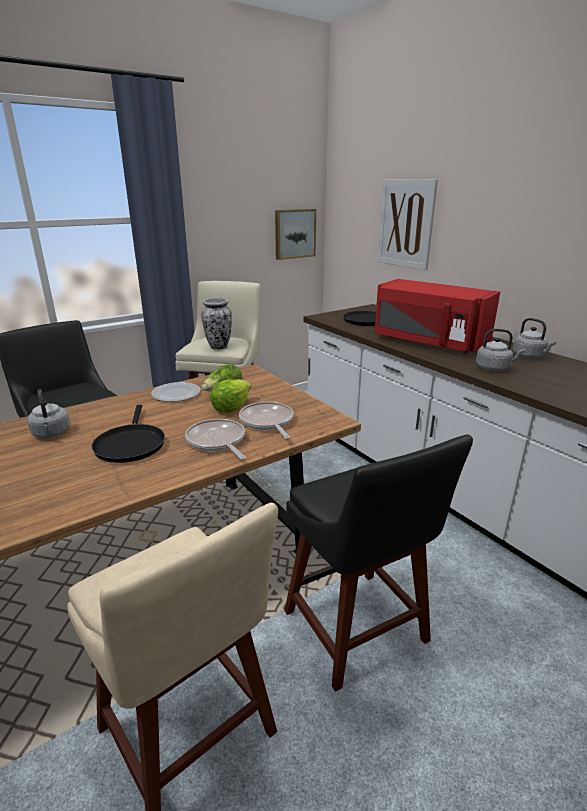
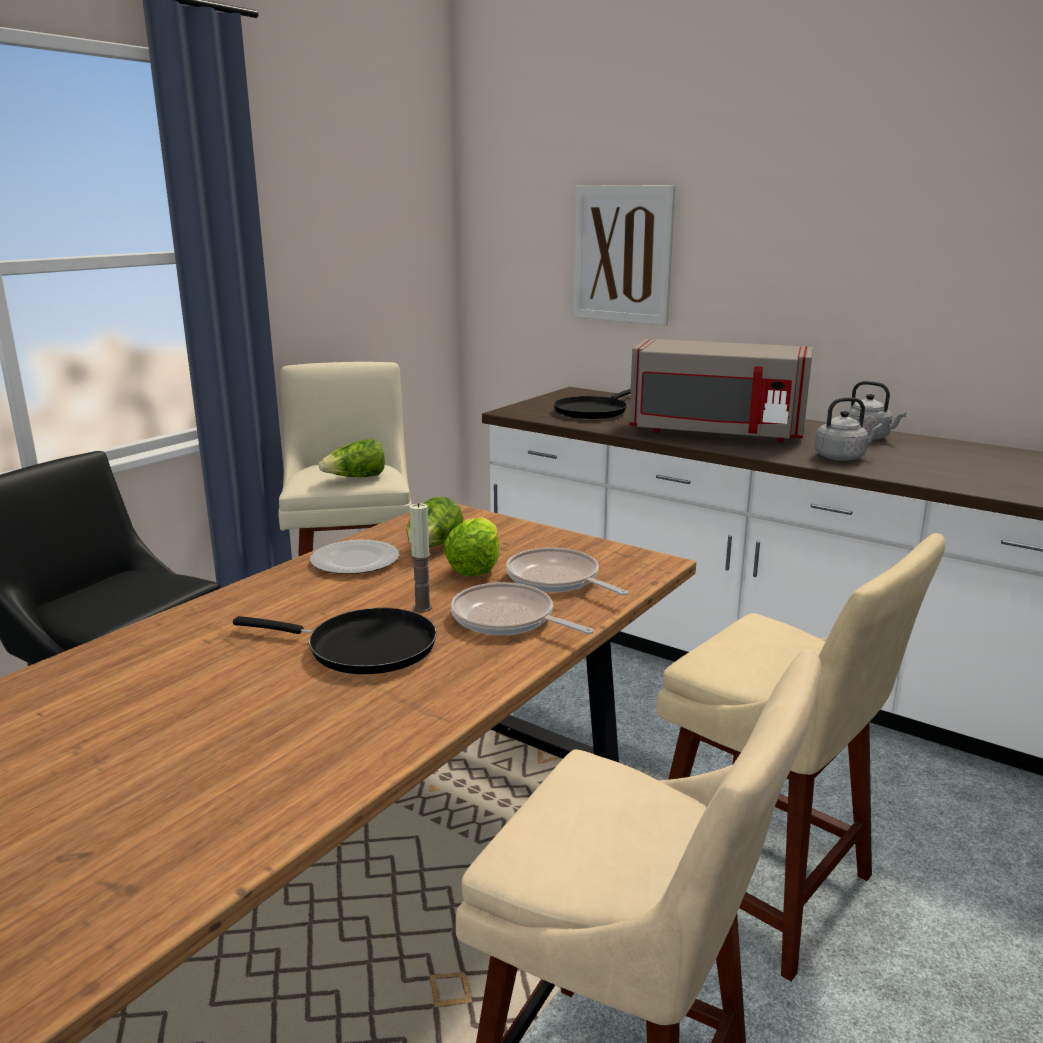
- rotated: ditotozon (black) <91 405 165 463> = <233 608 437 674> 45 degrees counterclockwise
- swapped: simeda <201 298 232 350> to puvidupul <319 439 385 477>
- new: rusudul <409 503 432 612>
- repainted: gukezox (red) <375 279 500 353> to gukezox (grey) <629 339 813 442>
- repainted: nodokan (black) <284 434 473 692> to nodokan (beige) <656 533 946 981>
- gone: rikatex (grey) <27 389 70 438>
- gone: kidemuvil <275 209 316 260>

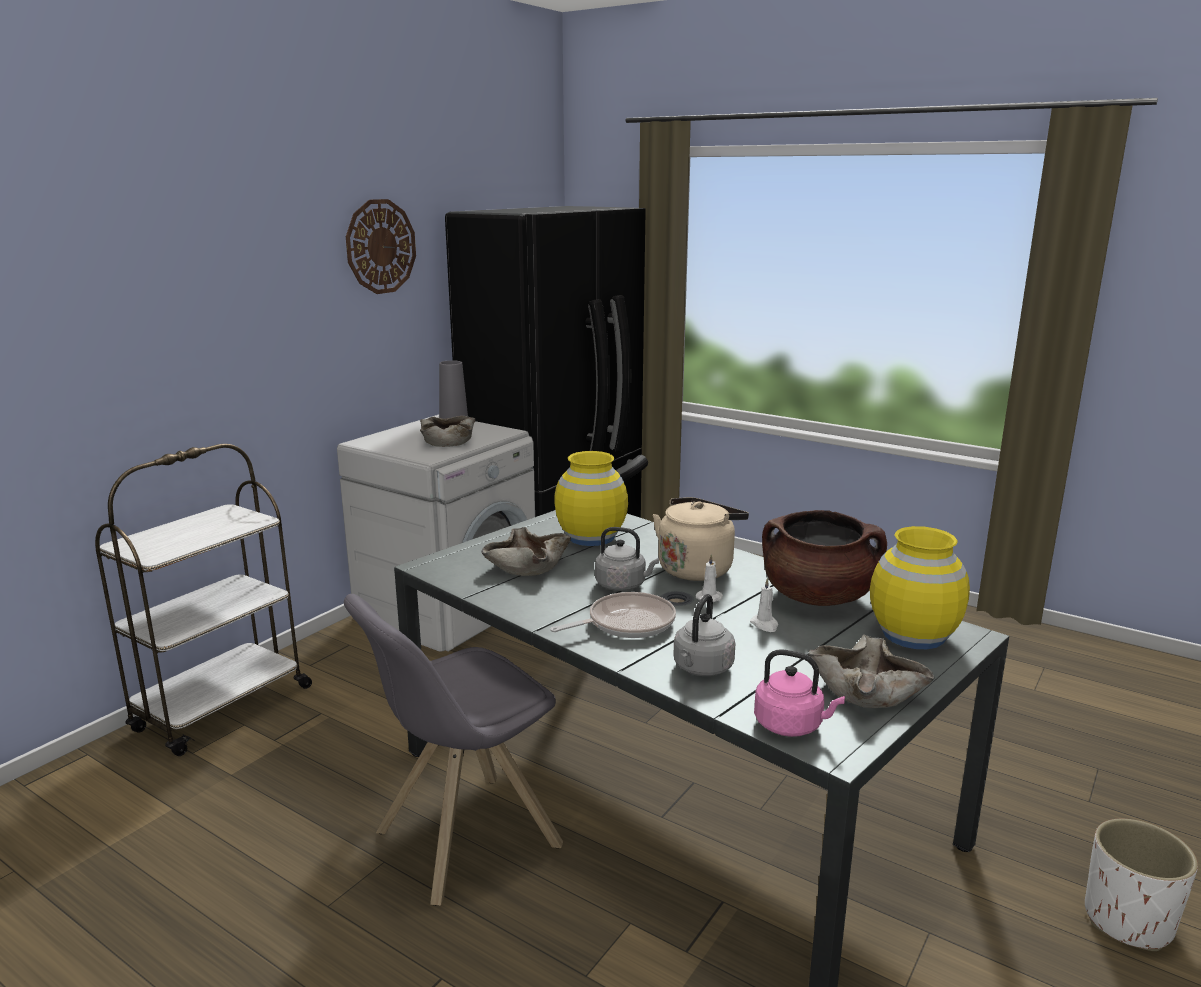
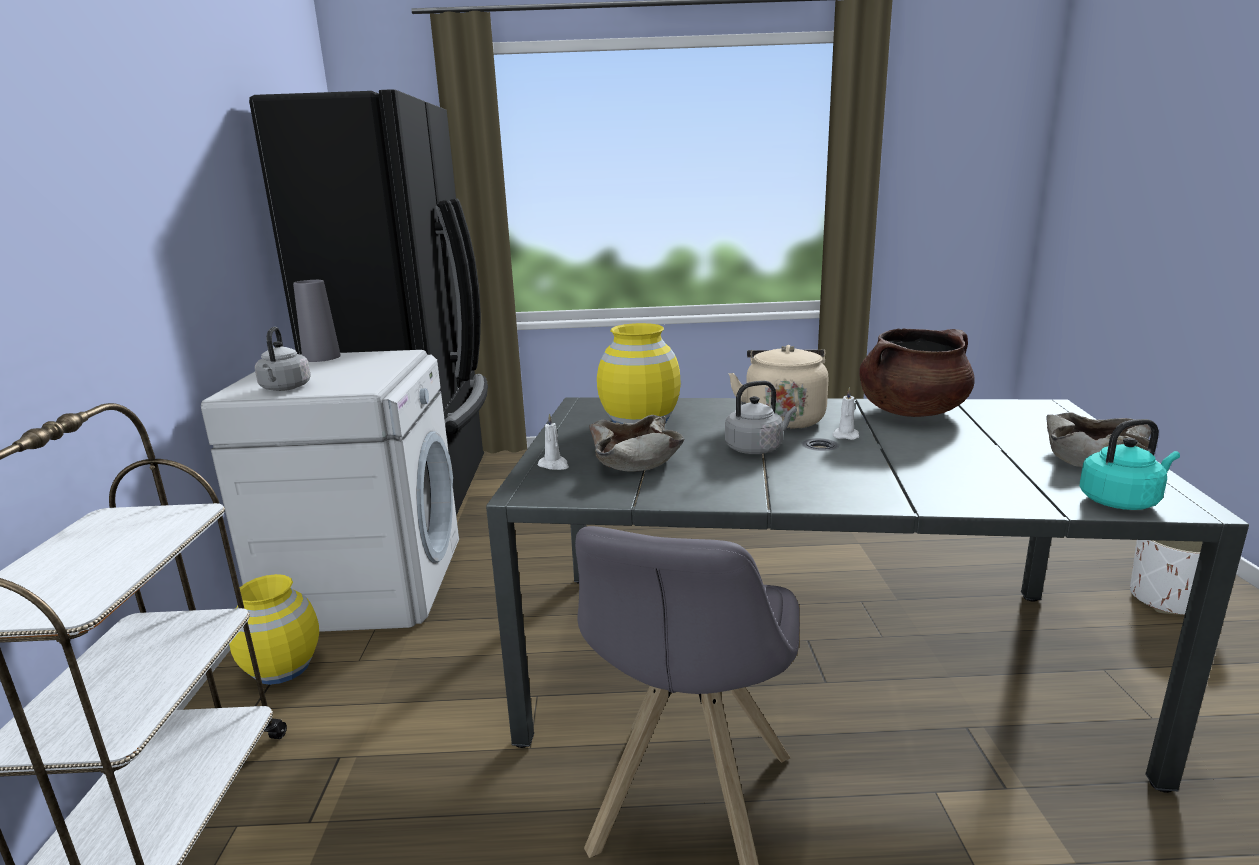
- shifted: simeda (yellow) <870 526 970 649> to <229 574 319 685>
- shifted: rikatex (grey) <674 594 736 676> to <255 327 311 391>
- shifted: rusudul (white) <750 578 778 632> to <538 413 569 470>
- repainted: rikatex (pink) <754 649 845 737> to rikatex (turquoise) <1080 419 1180 510>
- gone: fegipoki <346 199 416 294>
- gone: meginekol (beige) <420 416 476 447>
- gone: ditotozon <550 592 676 638>

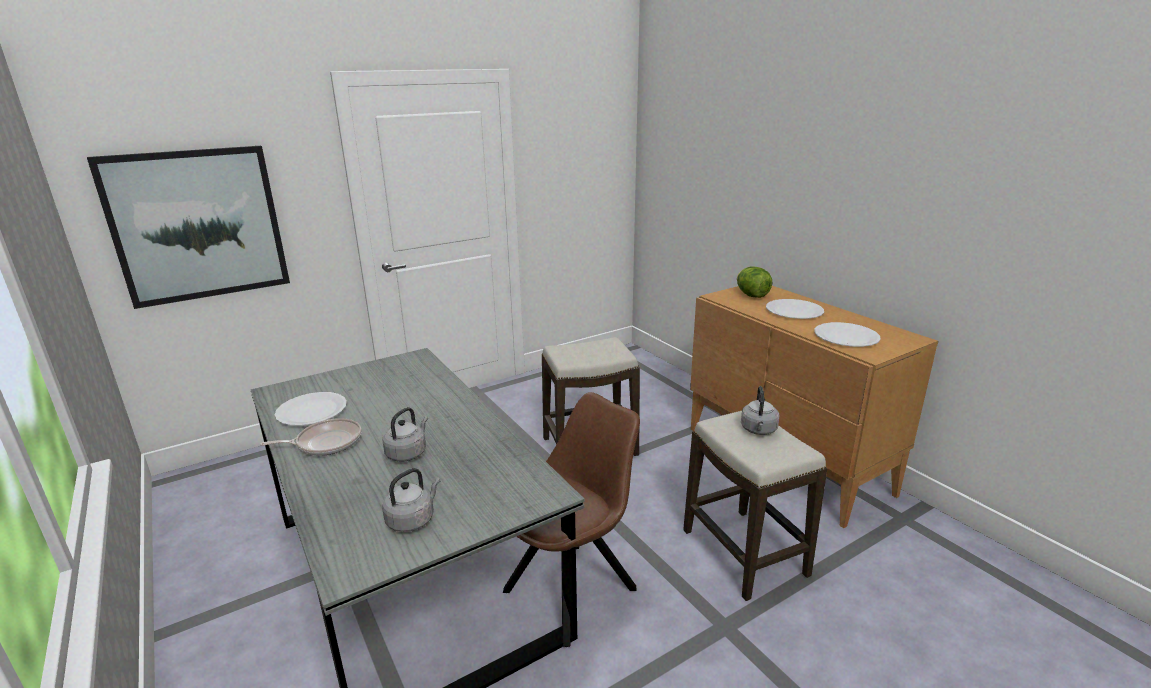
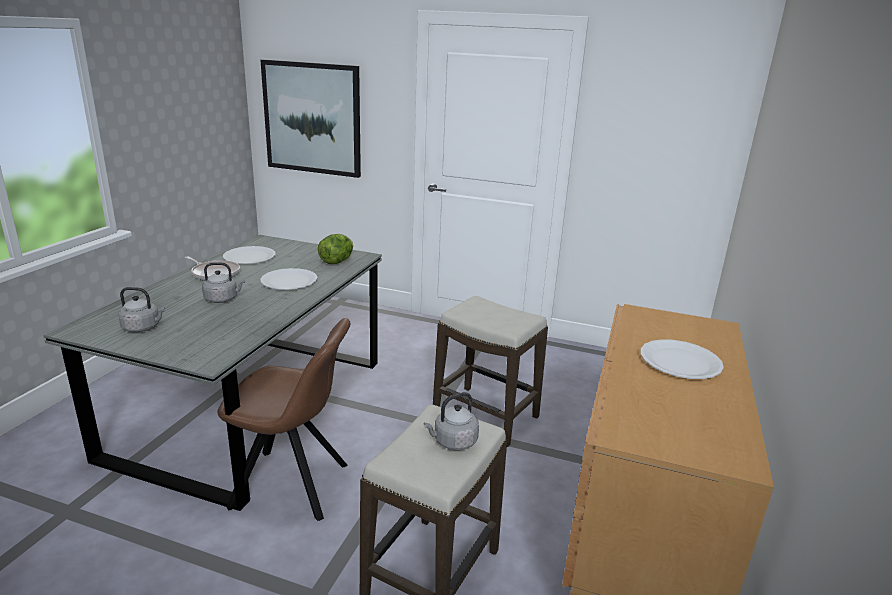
- shifted: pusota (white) <814 322 881 347> to <260 268 318 290>
- shifted: puvidupul <737 266 772 298> to <318 234 353 264>

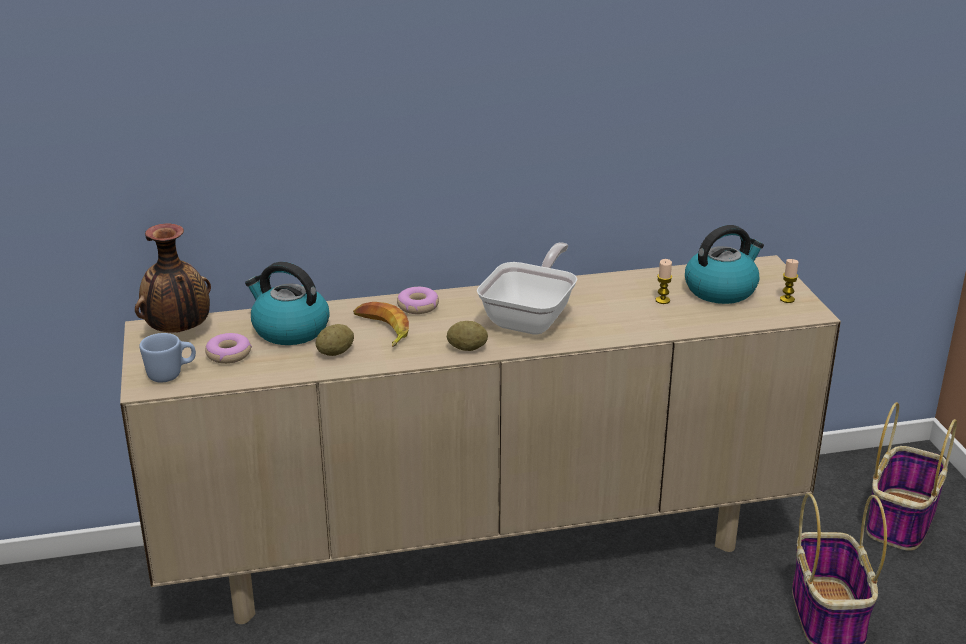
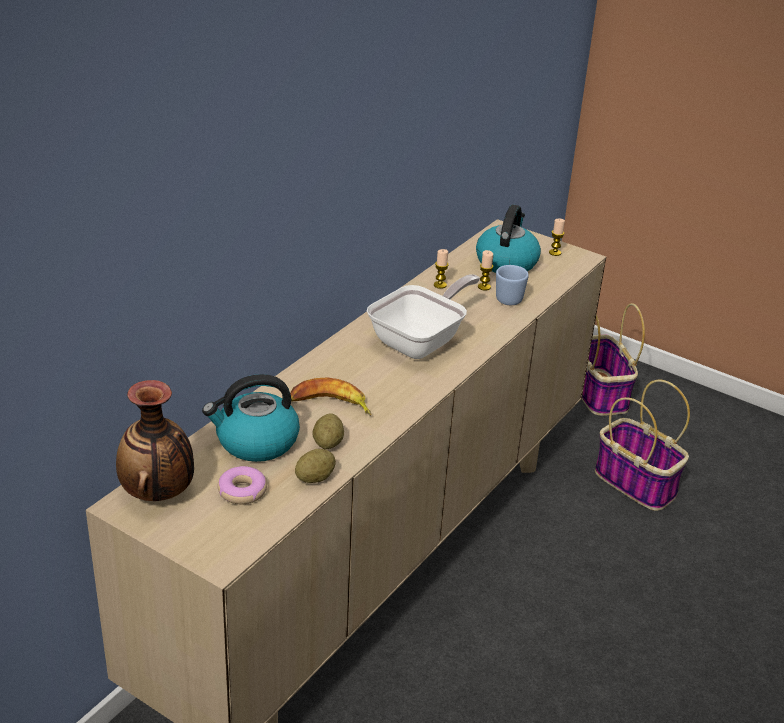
- shifted: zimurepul <447 321 488 351> to <295 449 336 483>
- rotated: ditotozon <477 242 577 335> = <367 274 480 359> 60 degrees clockwise
- new: rusudul <434 249 449 289>
- shifted: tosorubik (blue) <139 333 196 382> to <496 265 529 305>
- gone: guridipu <397 287 439 314>

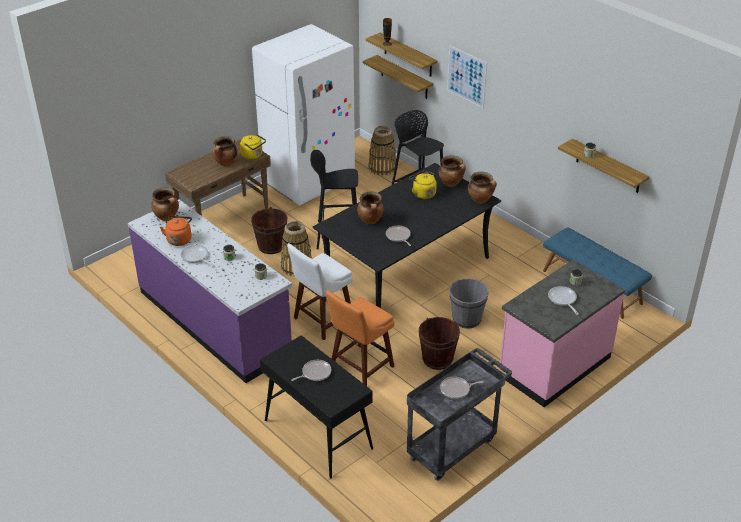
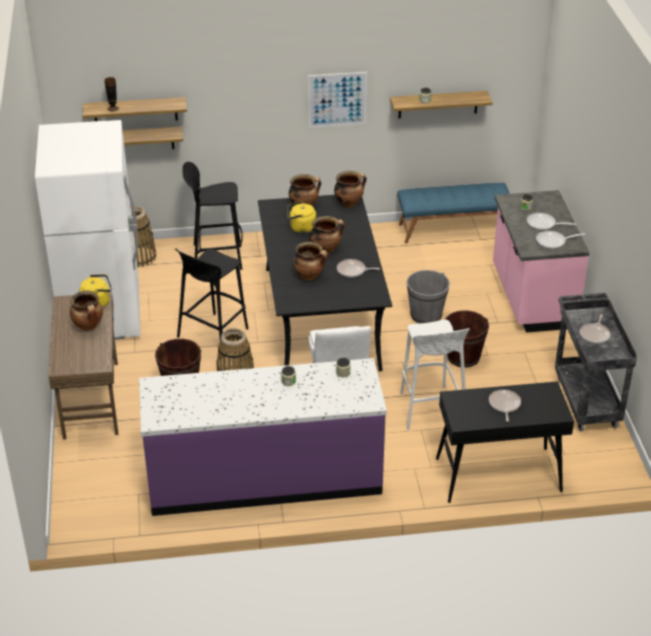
- shifted: kidemuvil <447 45 487 108> to <308 72 367 128>
- shifted: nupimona <151 187 179 221> to <310 216 344 254>
- swapped: nodokan (orange) <326 290 395 386> to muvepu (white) <400 320 470 430>
- shifted: ditotozon <180 245 214 266> to <536 231 585 249>
- gone: rikatex (orange) <160 216 192 246>

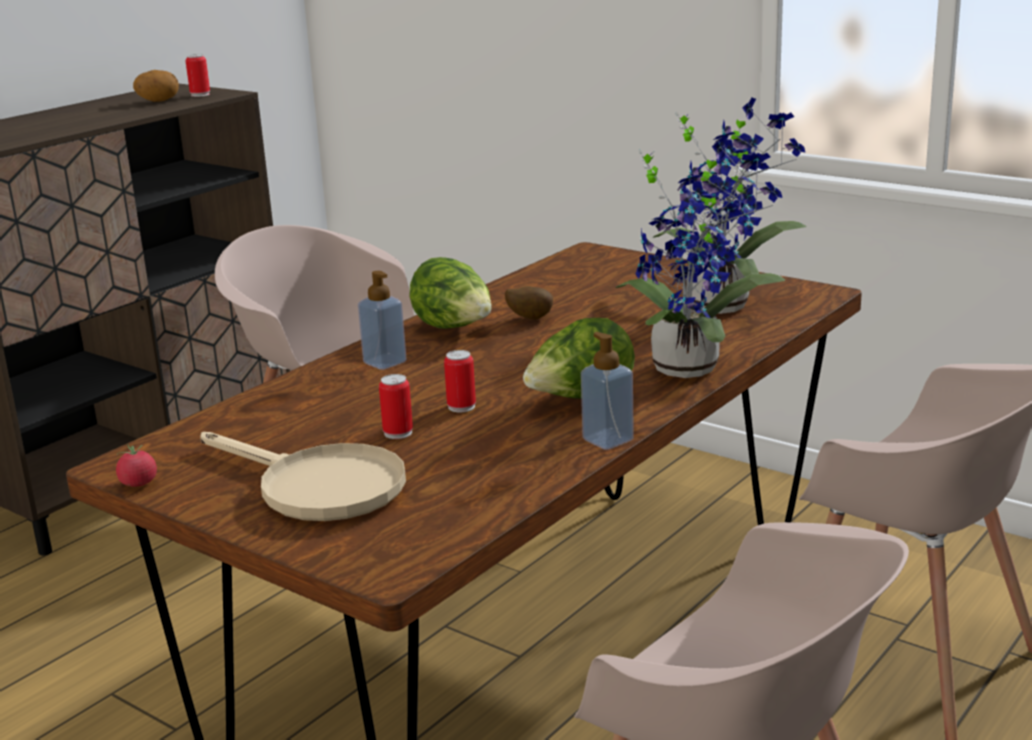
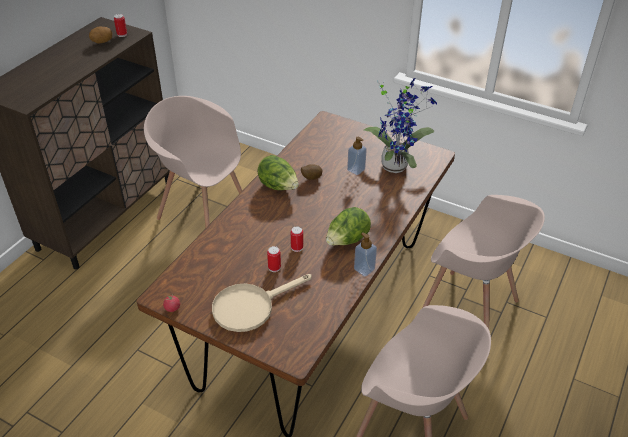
- rotated: ditotozon (beige) <200 432 406 521> = <212 274 312 332> 120 degrees clockwise
- shifted: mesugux <358 271 407 370> to <347 137 367 175>
- gone: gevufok <616 135 785 378>

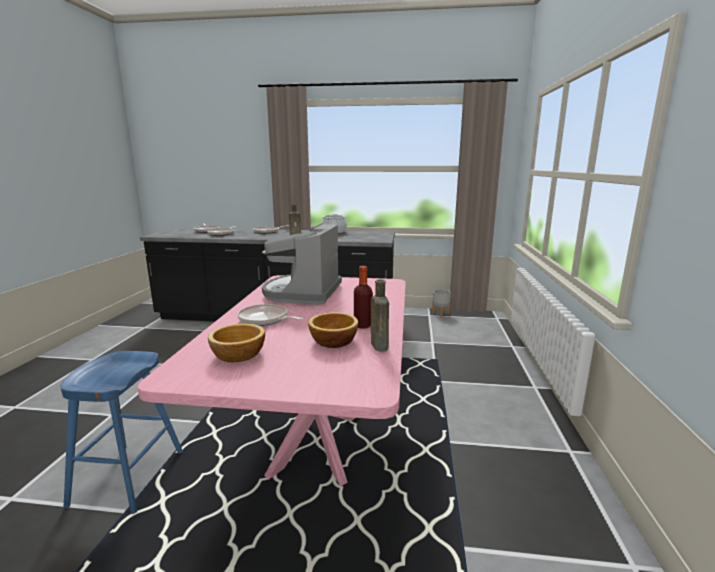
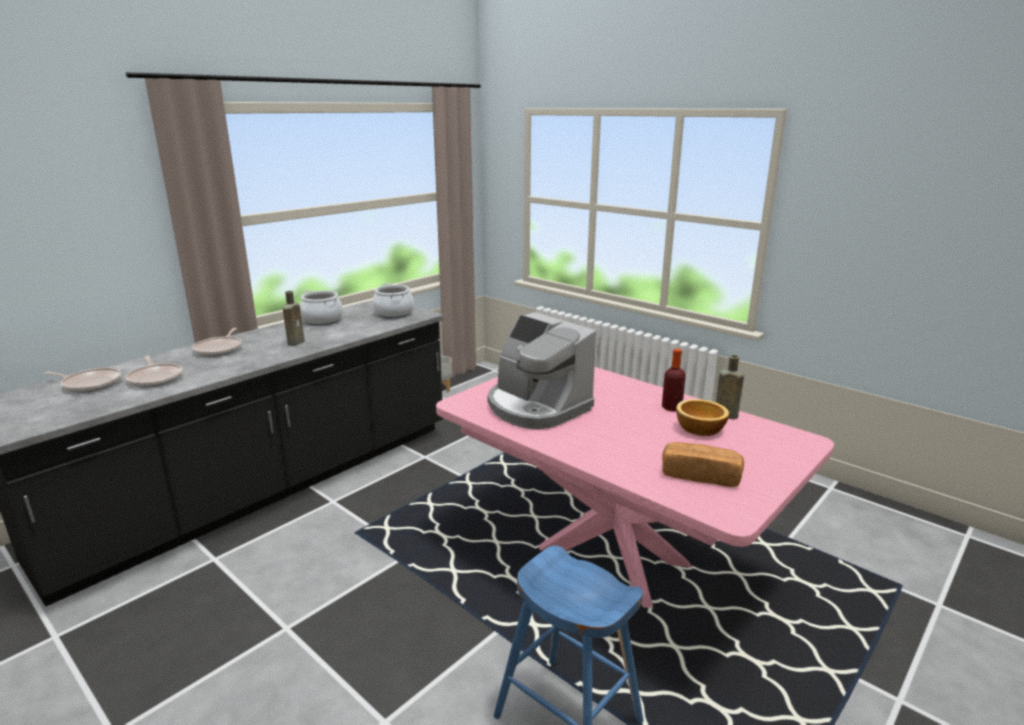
- new: nupimona <372 283 414 318>
- swapped: meginekol <208 324 265 362> to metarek <662 442 744 487>
- gone: ditotozon <237 304 303 326>

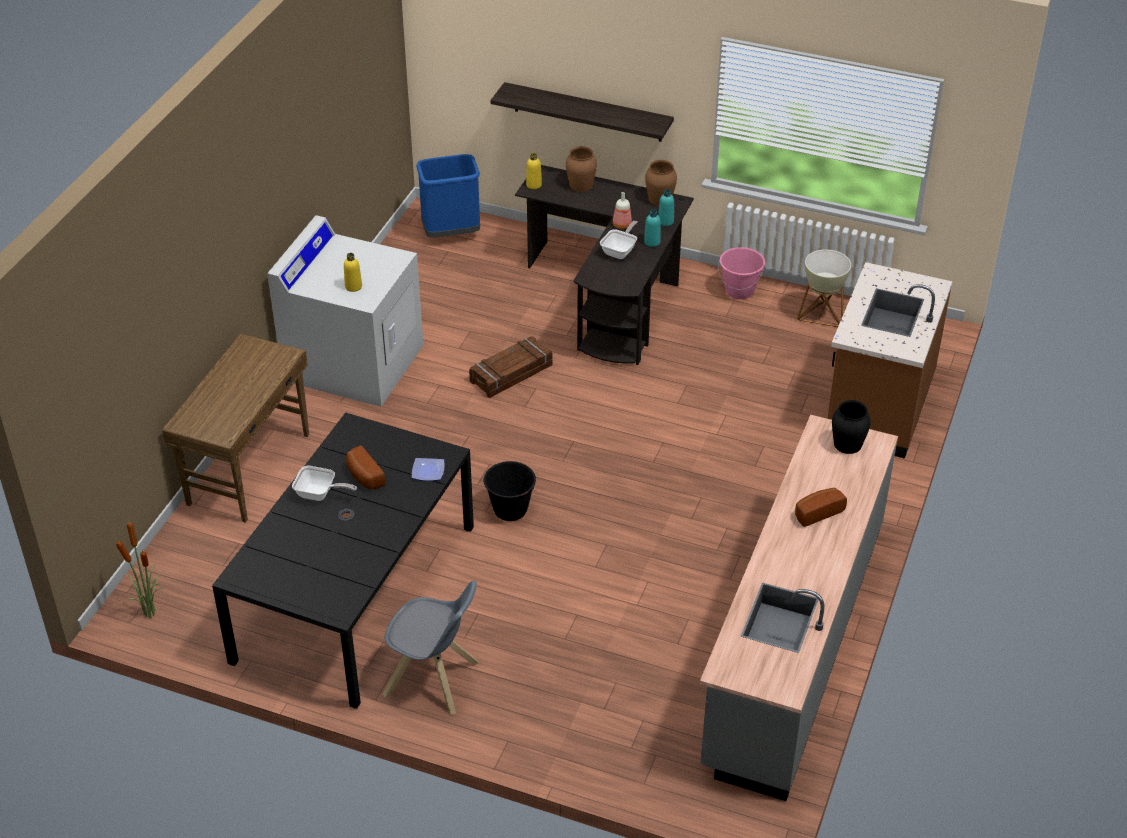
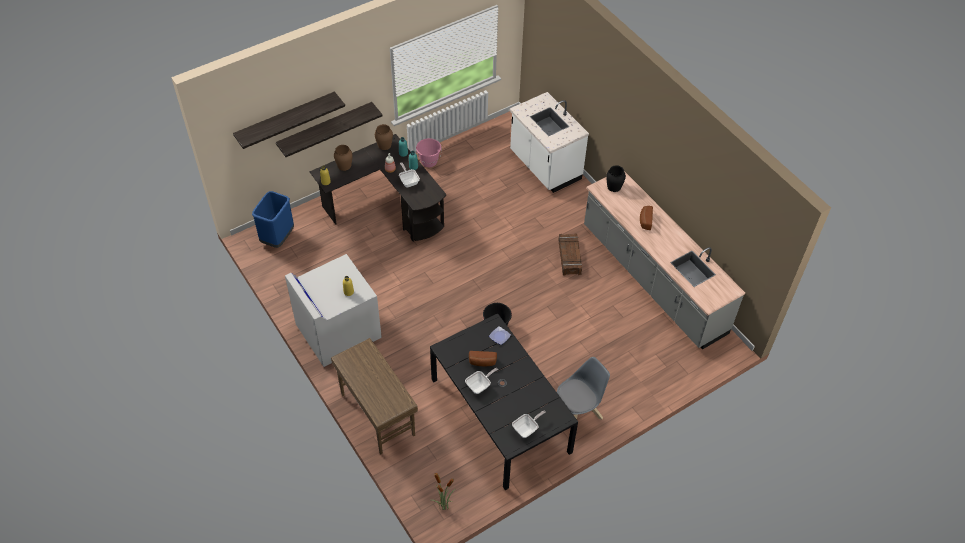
- new: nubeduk <233 91 345 149>
- repainted: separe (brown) <827 262 953 459> to separe (white) <509 92 589 193>
- new: ditotozon <512 410 546 438>
- shifted: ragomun <469 336 553 398> to <559 233 582 276>
- gone: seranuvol <797 249 851 327>

